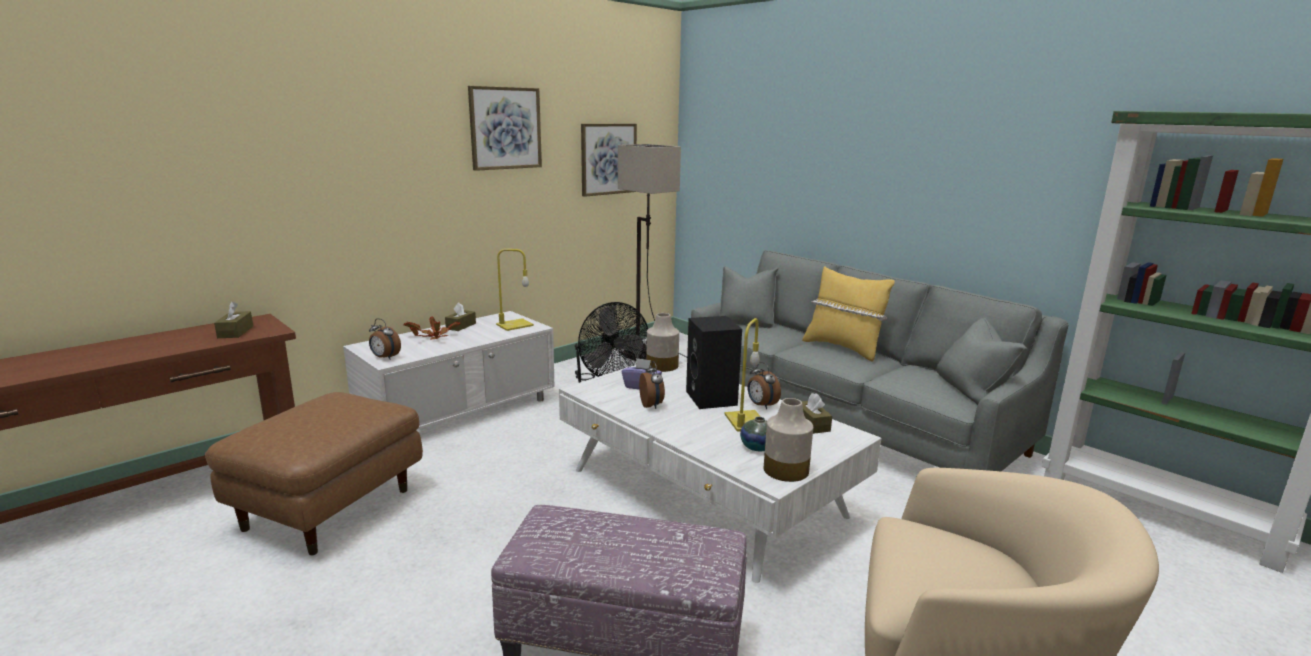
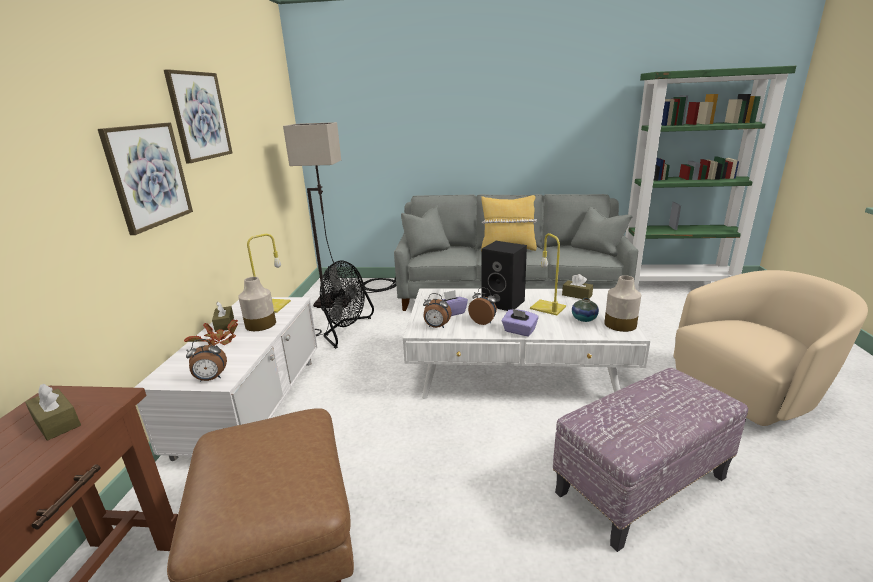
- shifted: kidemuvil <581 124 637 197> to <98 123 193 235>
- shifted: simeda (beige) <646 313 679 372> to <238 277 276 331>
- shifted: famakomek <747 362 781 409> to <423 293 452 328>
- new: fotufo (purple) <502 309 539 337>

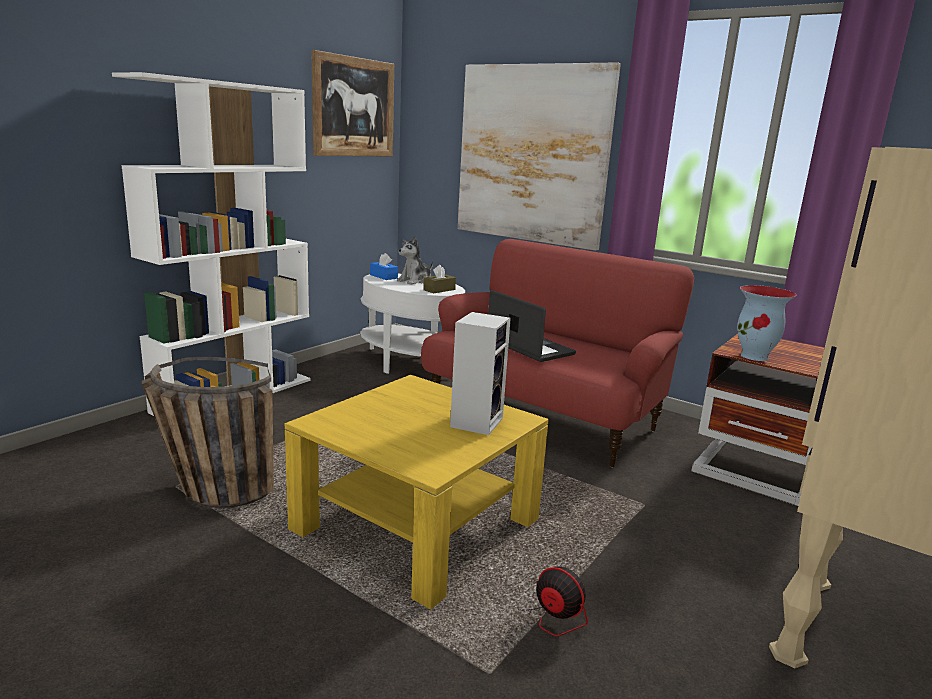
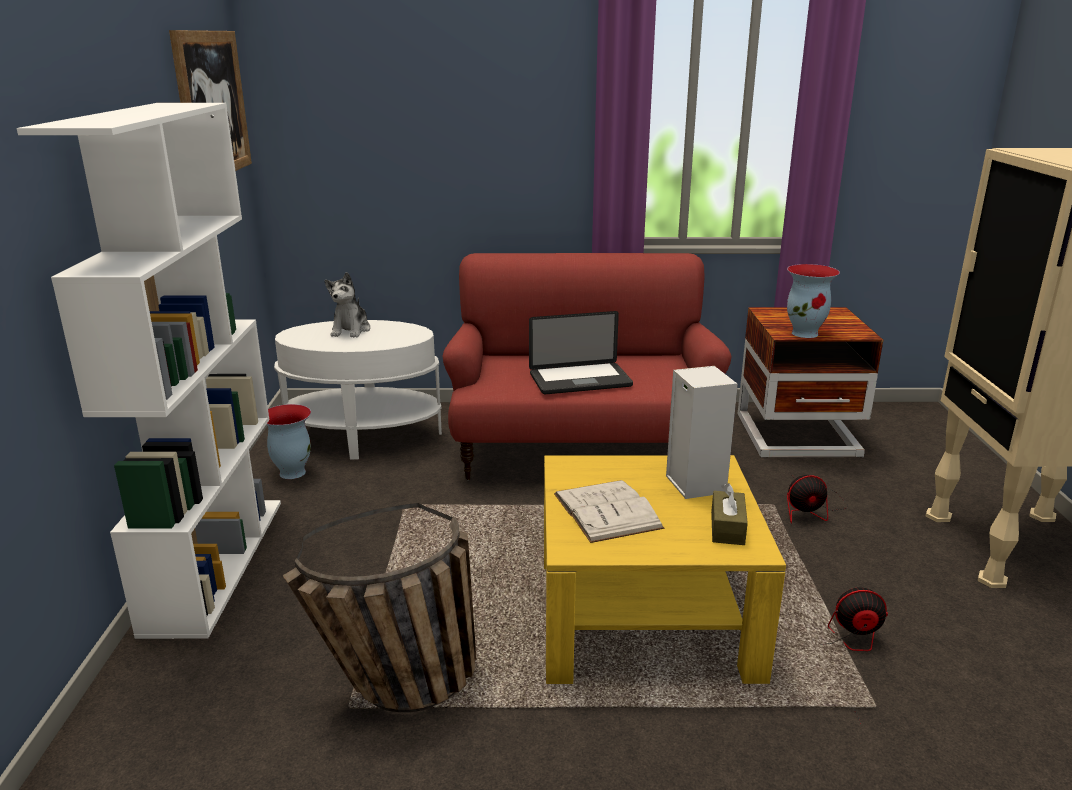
- new: simeda <266 404 311 479>
- rotated: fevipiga <488 290 576 362> = <529 311 633 394> 150 degrees clockwise
- new: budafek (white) <554 480 664 543>
- shifted: fotufo (brown) <423 265 456 293> to <711 483 748 545>
- new: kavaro <787 473 848 524>
- gone: fotufo (blue) <370 253 398 280>
- gone: kidemuvil <458 62 621 251>

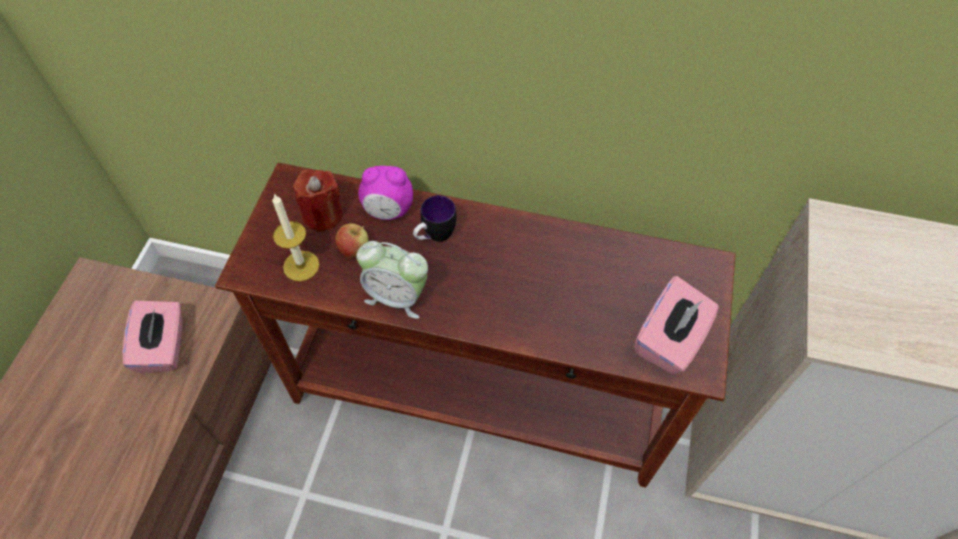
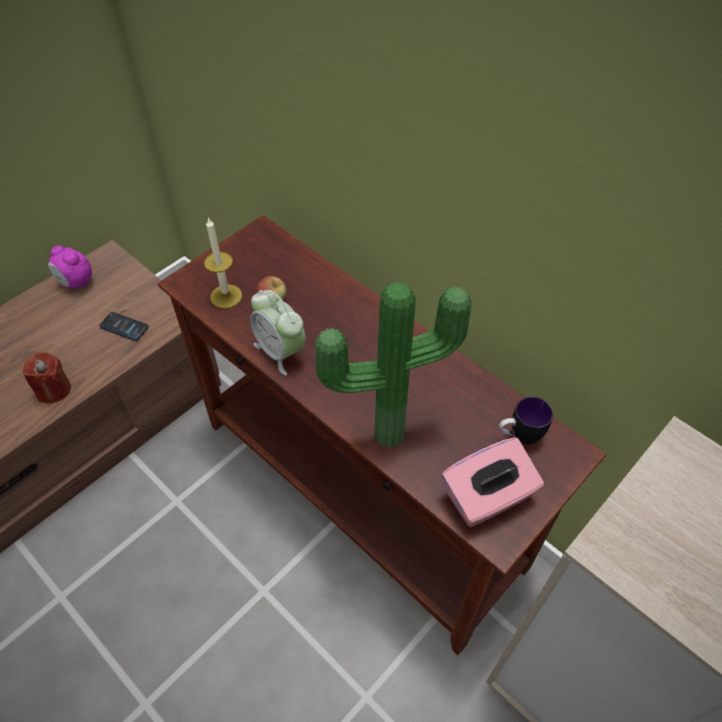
- shifted: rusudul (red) <293 169 343 232> to <22 352 71 403>
- shifted: famakomek <359 166 413 220> to <48 246 92 289>
- swapped: fotufo (pink) <123 301 182 373> to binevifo <99 312 149 341>
- new: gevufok <315 282 471 448>
- shifted: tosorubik <413 195 456 242> to <499 397 553 445>

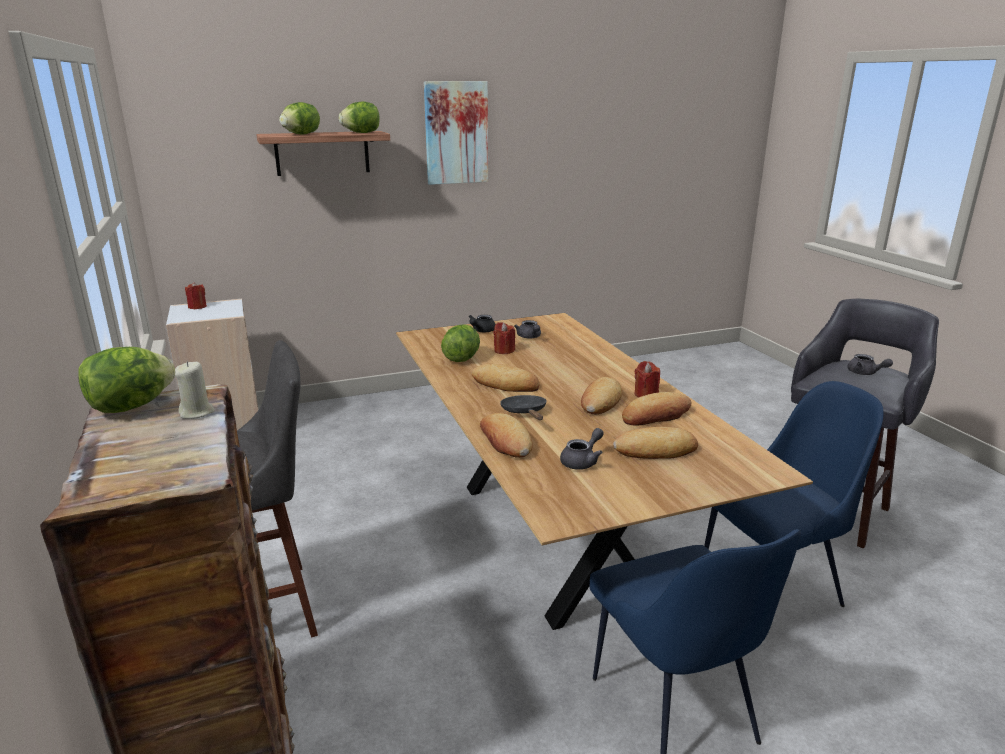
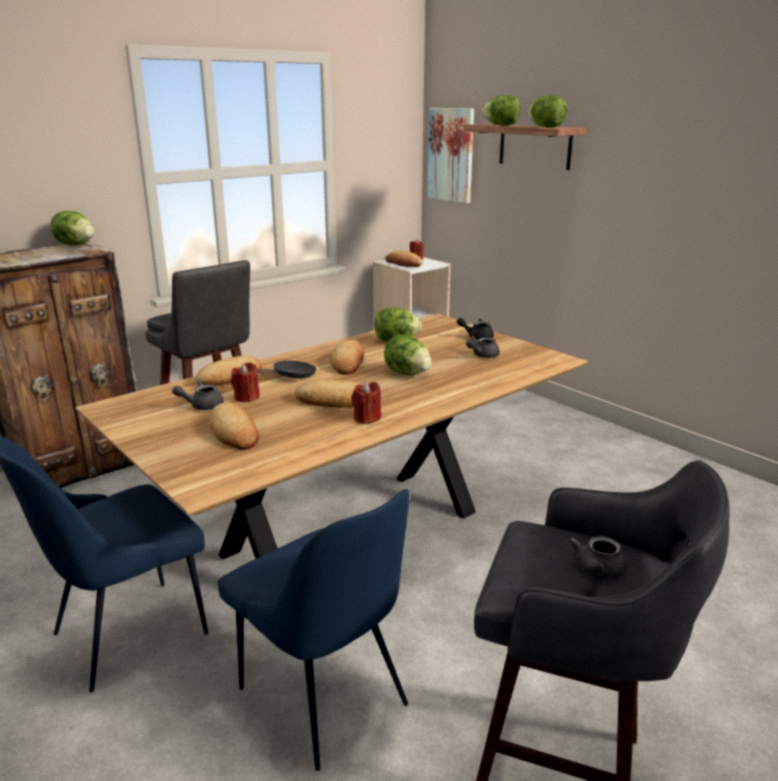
- rotated: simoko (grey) <560 428 604 470> = <172 381 224 410> 135 degrees clockwise
- shifted: rusudul (red) <493 322 515 354> to <231 362 260 402>
- new: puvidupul <384 335 432 375>
- shifted: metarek <622 392 692 425> to <386 251 423 267>
- shifted: kidemuvil <424 81 488 185> to <427 108 474 203>
- gone: rusudul (beige) <175 361 215 419>

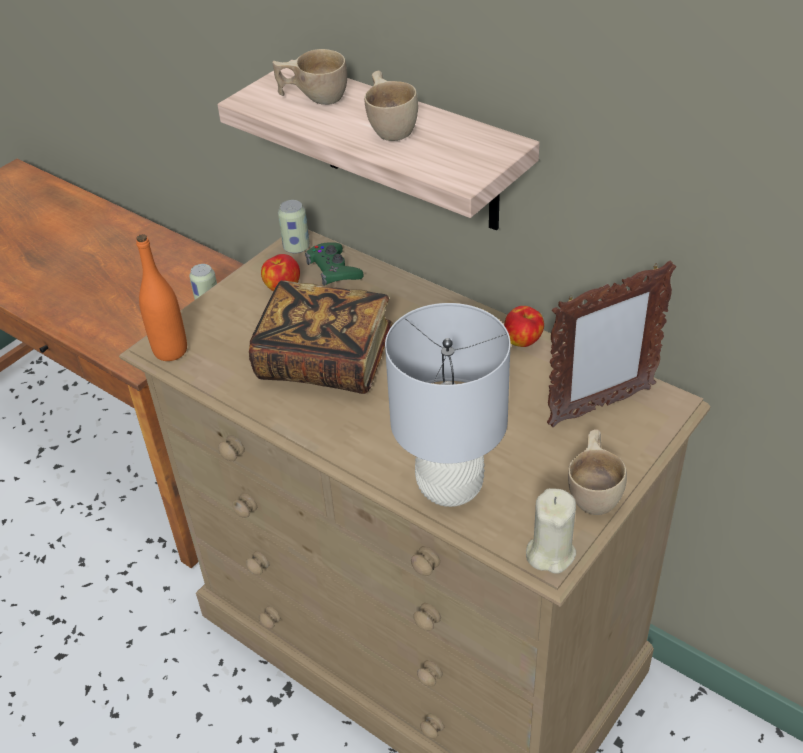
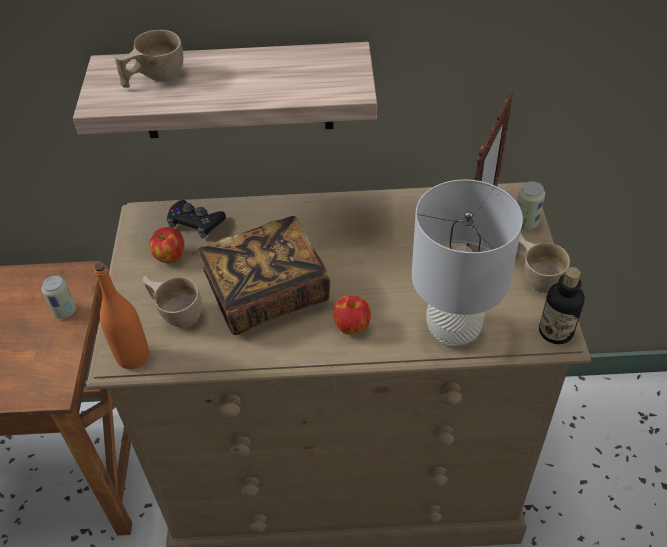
- shifted: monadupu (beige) <364 70 418 141> to <143 275 202 328>
- repainted: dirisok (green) <305 242 363 286> to dirisok (black) <167 200 226 238>
- shifted: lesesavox <504 306 544 347> to <333 295 371 335>
- shifted: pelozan <278 200 310 254> to <517 181 545 230>
- swapped: rusudul (beige) <526 488 576 574> to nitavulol <539 267 585 344>

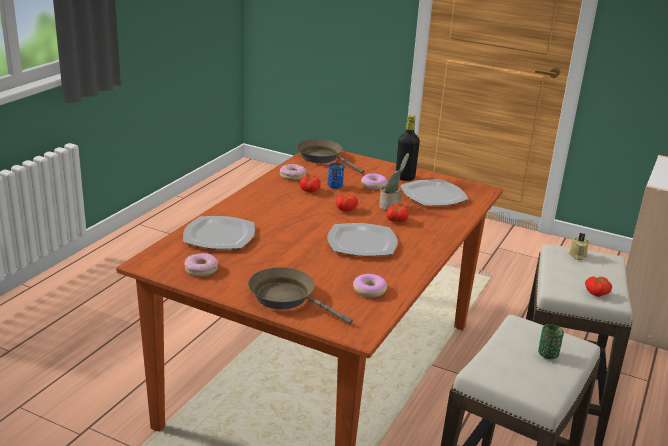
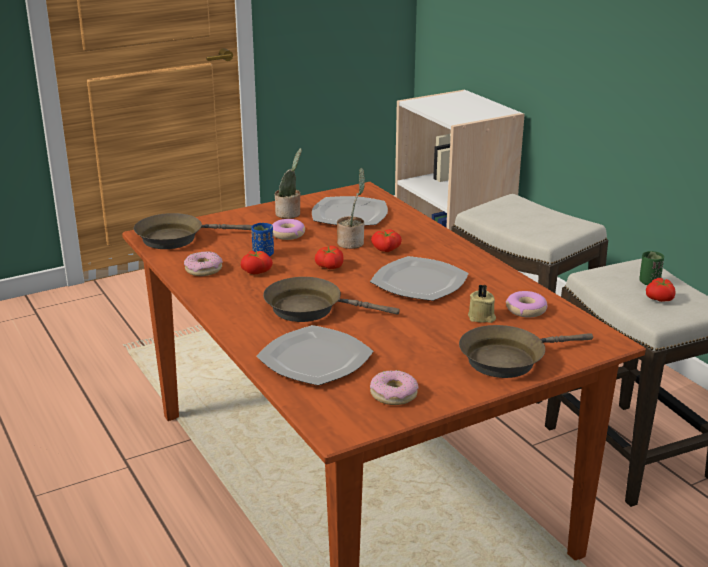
- new: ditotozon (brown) <263 277 400 322>
- swapped: nitavulol (black) <396 115 420 181> to gevufok <275 148 302 219>
- shifted: rusudul (beige) <568 233 590 260> to <468 284 496 323>
- shifted: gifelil <585 277 612 297> to <646 278 675 302>

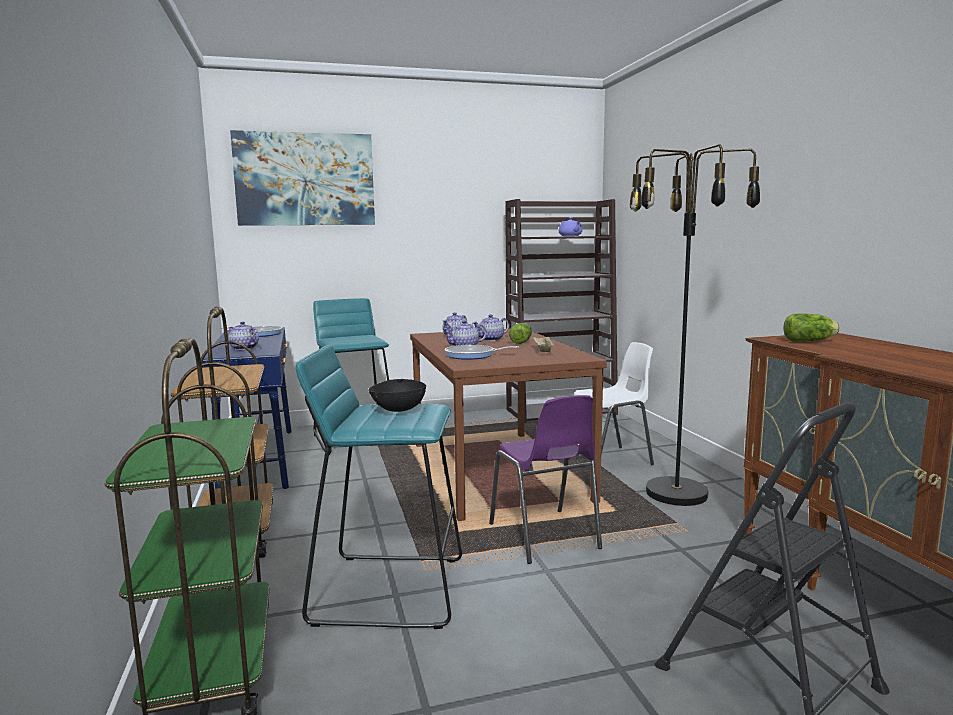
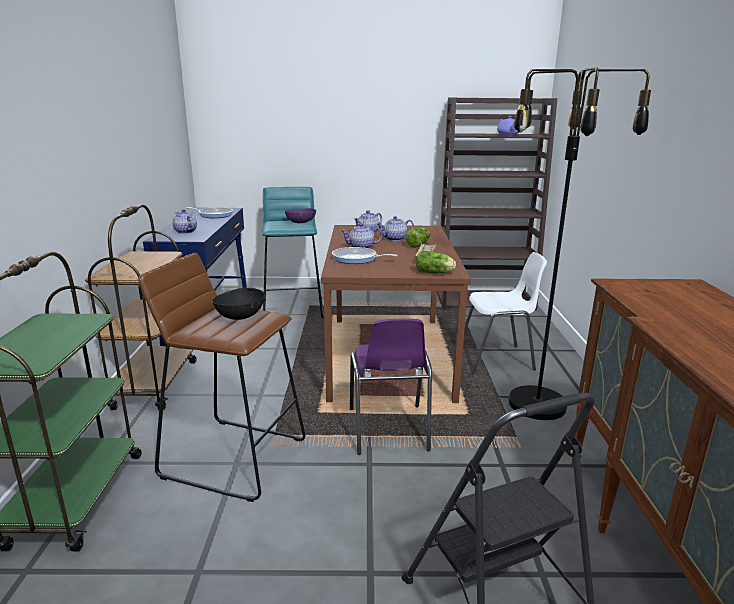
- repainted: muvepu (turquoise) <296 345 462 629> to muvepu (brown) <138 253 305 502>
- new: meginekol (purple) <285 208 316 223>
- shifted: puvidupul <784 313 840 342> to <416 251 456 273>
- gone: kidemuvil <230 130 375 226>

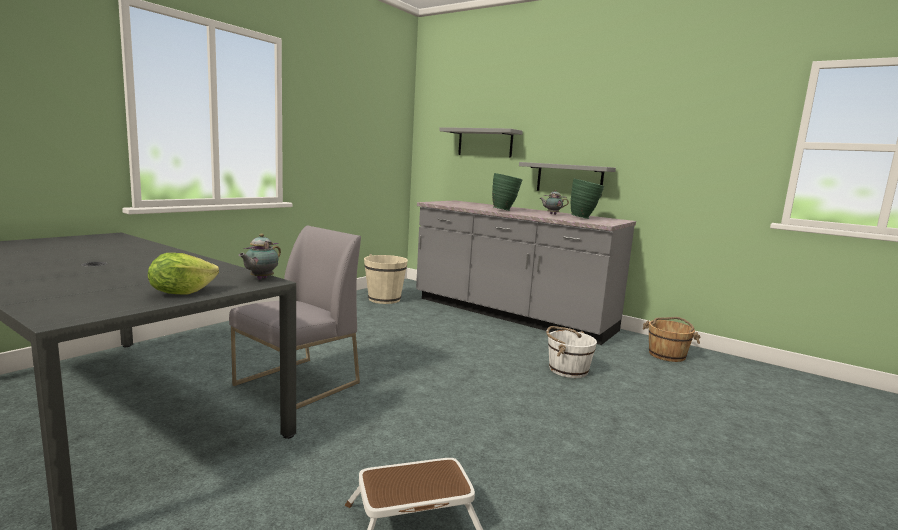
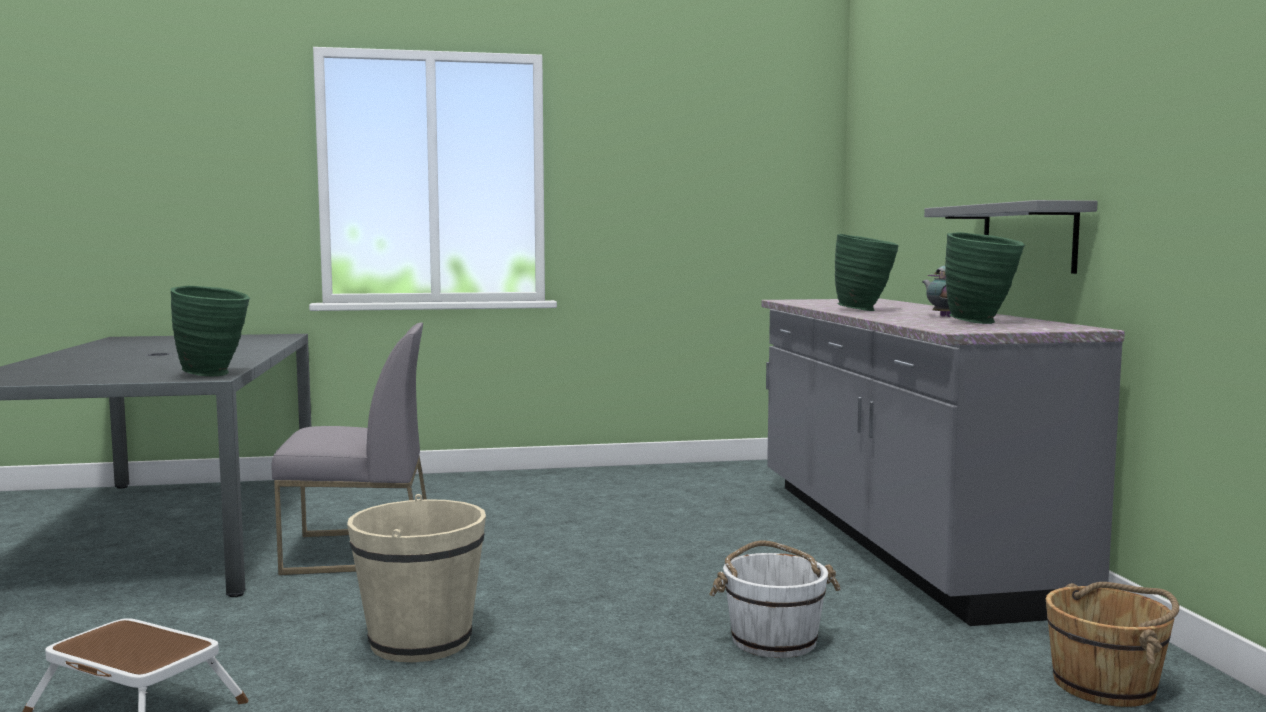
- swapped: simoko <238 233 281 280> to simeda (green) <170 286 250 376>
- shifted: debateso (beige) <364 254 408 304> to <347 494 486 662>
- gone: puvidupul <148 253 219 295>
- gone: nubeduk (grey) <439 127 523 158>

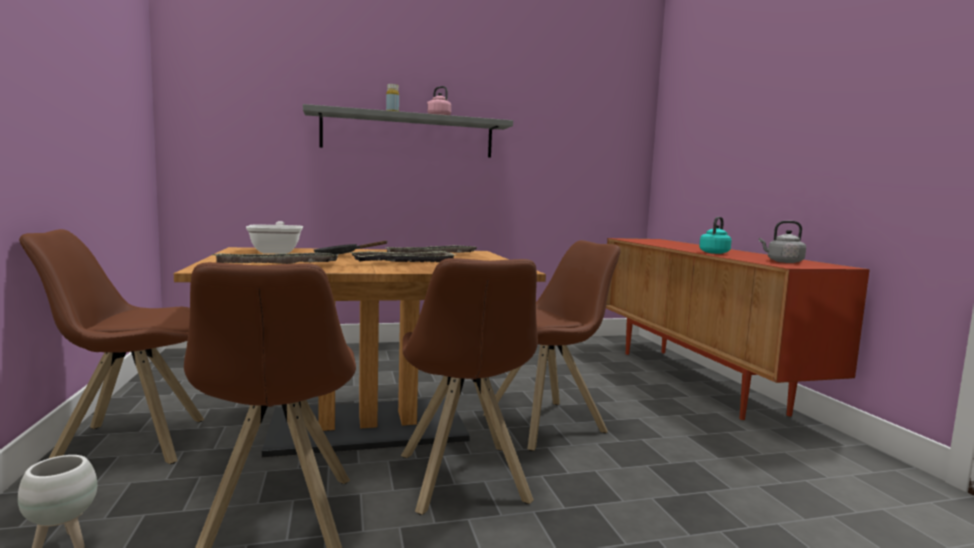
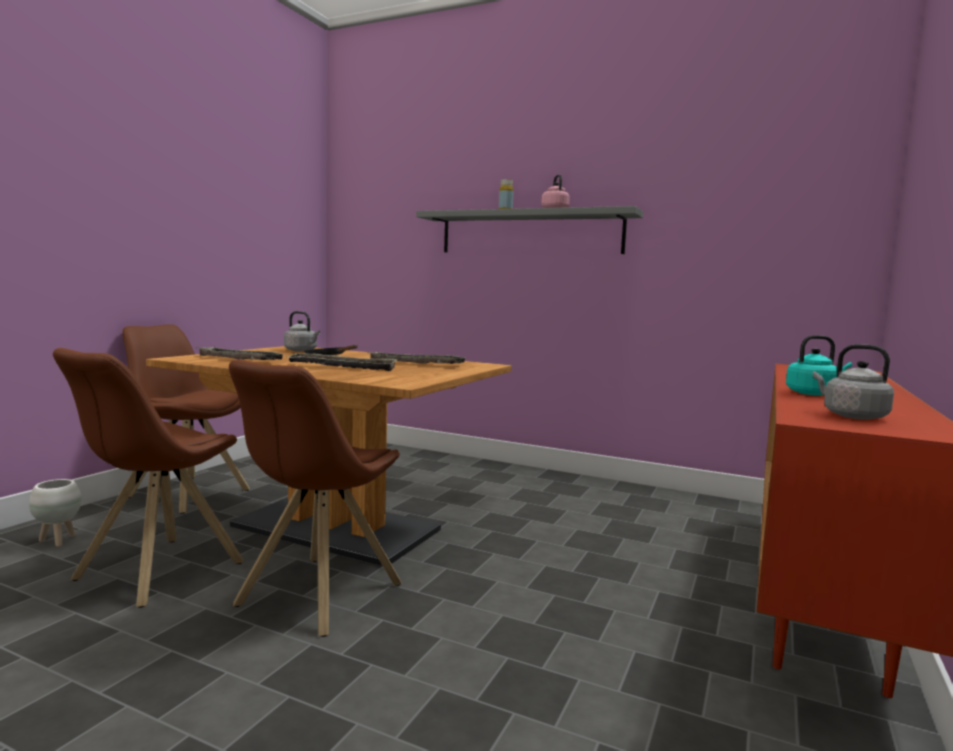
- swapped: ditotozon <246 221 303 254> to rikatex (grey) <284 311 320 352>
- gone: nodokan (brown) <483 240 621 451>

